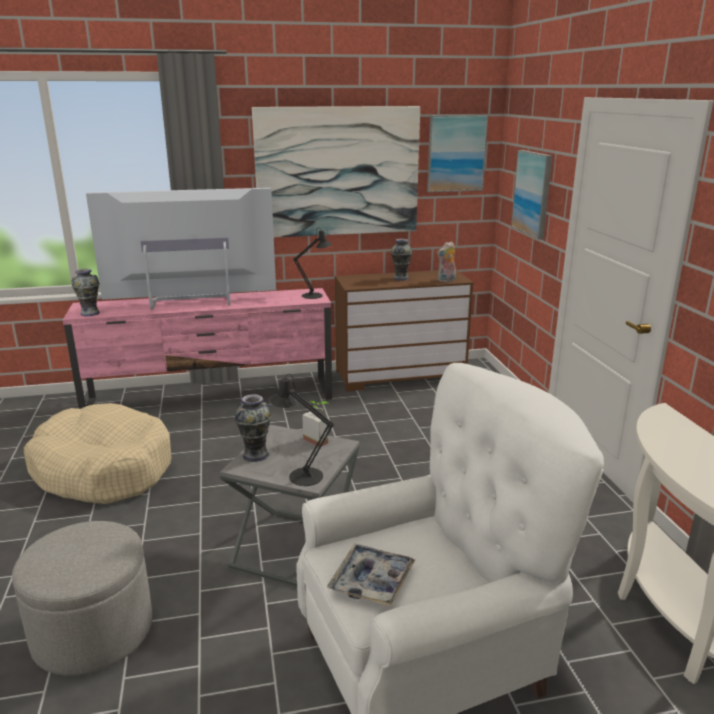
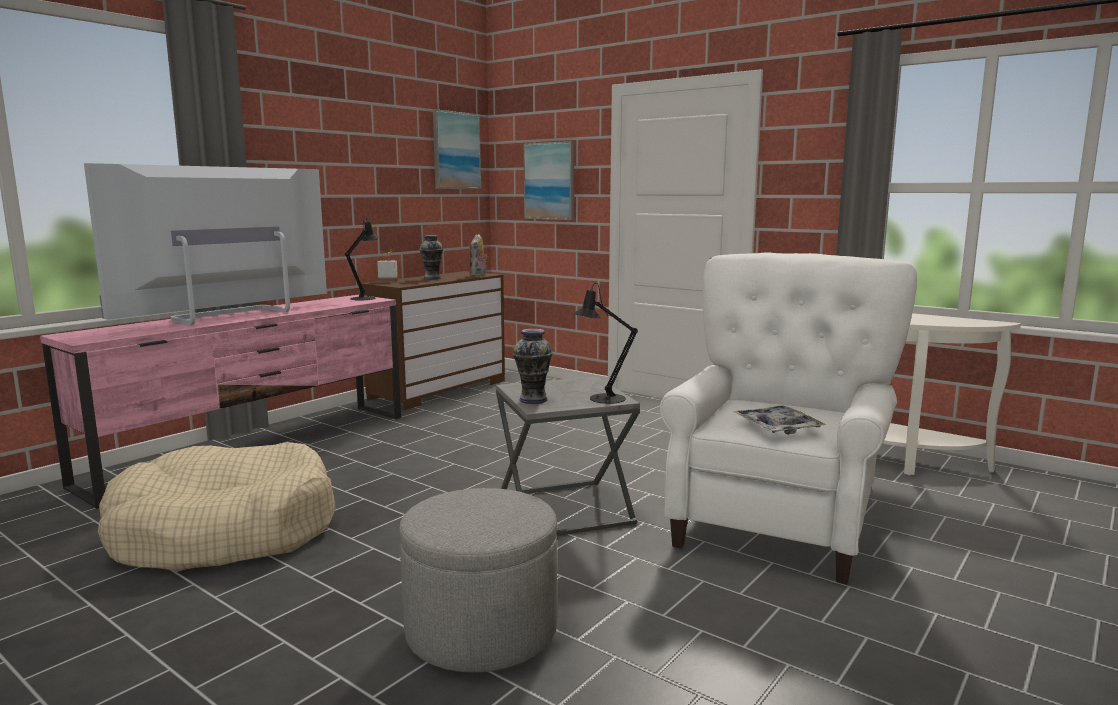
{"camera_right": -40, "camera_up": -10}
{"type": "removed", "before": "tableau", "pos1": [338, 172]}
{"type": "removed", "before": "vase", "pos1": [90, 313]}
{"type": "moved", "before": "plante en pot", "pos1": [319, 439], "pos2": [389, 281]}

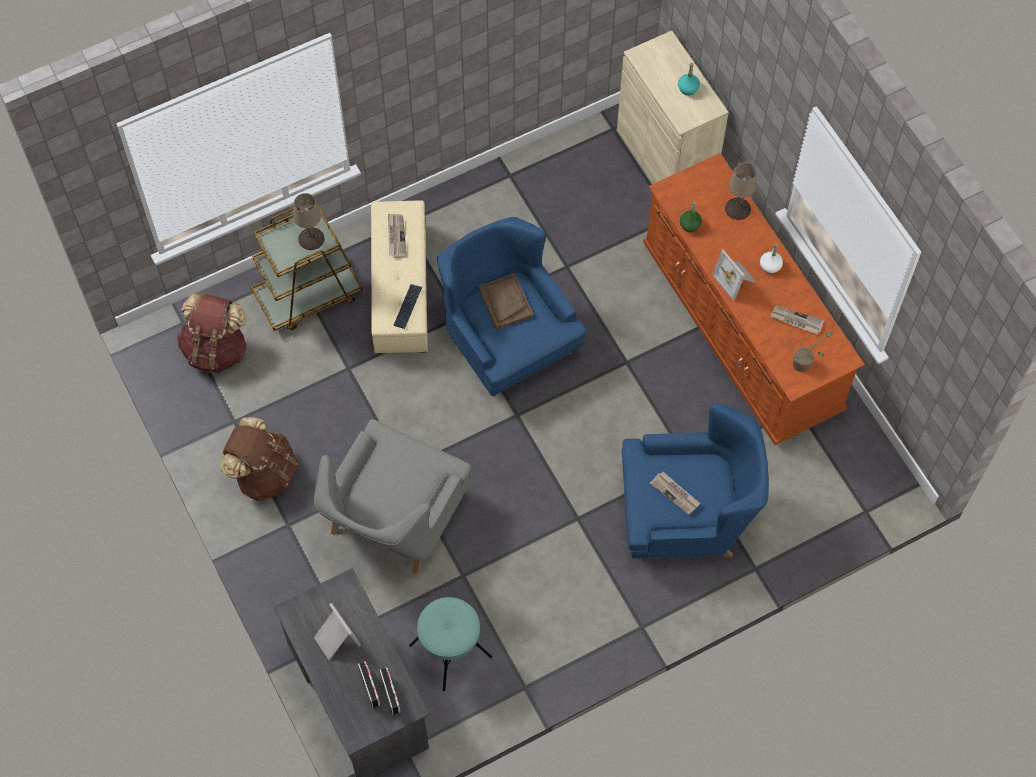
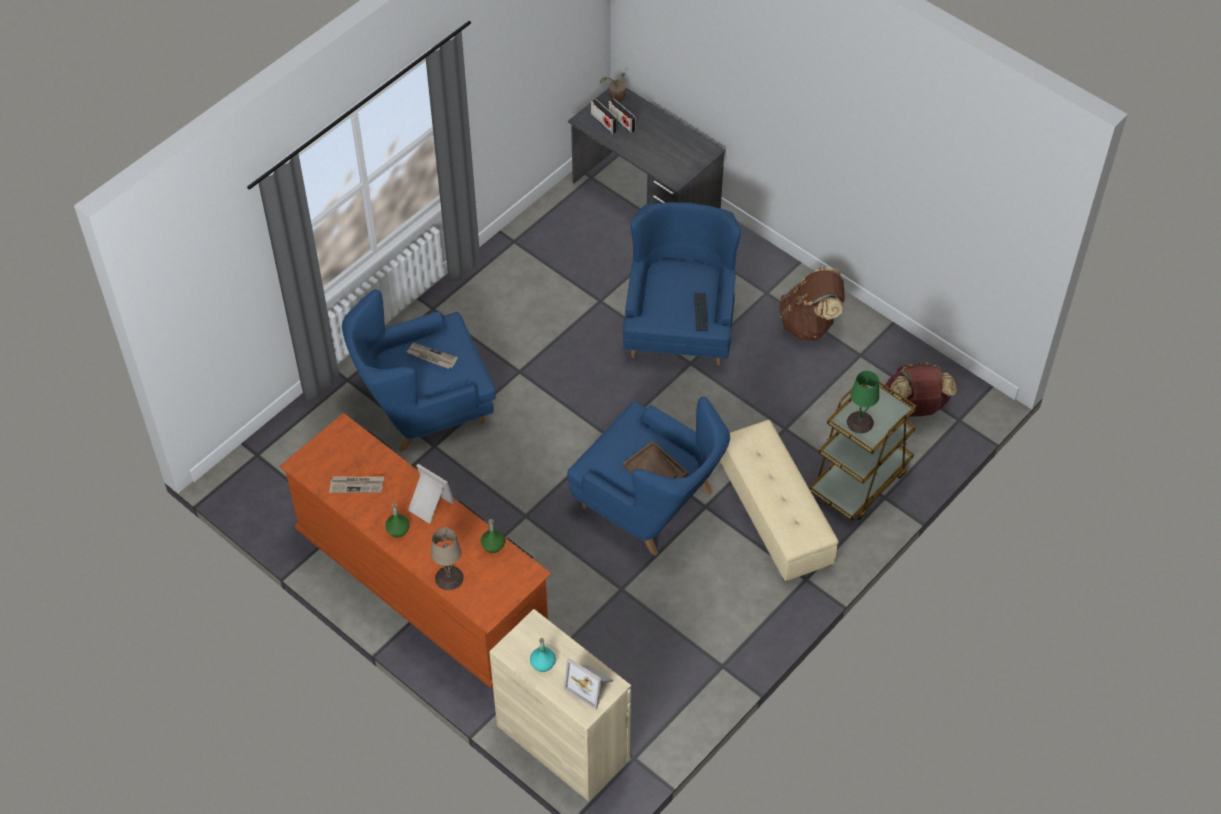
{"camera_right": 160, "camera_up": -10}
{"type": "recoloured", "before": "lampe de table (beige)", "after": "lampe de table (vert)", "pos1": [311, 238], "pos2": [860, 422]}
{"type": "removed", "before": "journal", "pos1": [396, 236]}
{"type": "recoloured", "before": "bouteille (blanc)", "after": "bouteille (vert)", "pos1": [770, 266], "pos2": [398, 529]}
{"type": "moved", "before": "clavier", "pos1": [408, 306], "pos2": [700, 312]}
{"type": "moved", "before": "plante en pot", "pos1": [804, 363], "pos2": [615, 97]}
{"type": "recoloured", "before": "fauteuil (gris)", "after": "fauteuil (bleu)", "pos1": [393, 518], "pos2": [680, 324]}
{"type": "removed", "before": "tabouret (turquoise)", "pos1": [450, 651]}
{"type": "moved", "before": "cadre photo", "pos1": [335, 639], "pos2": [591, 685]}

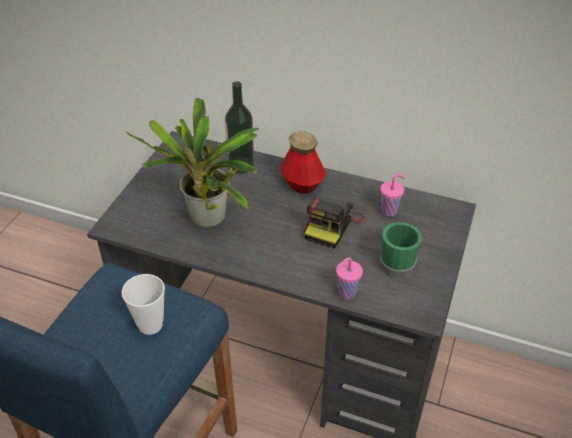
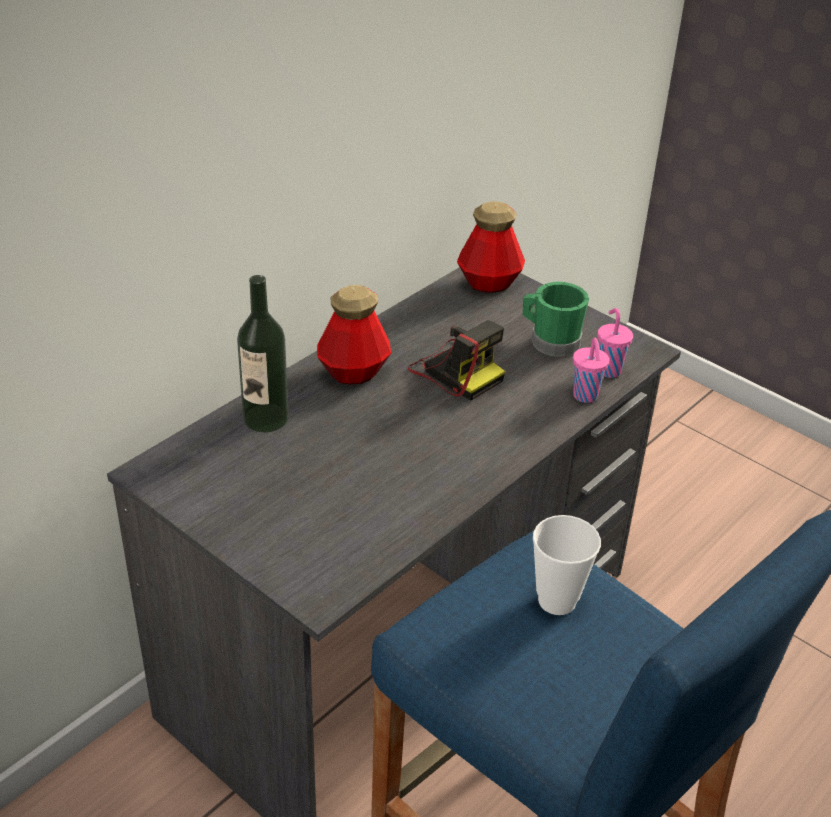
{"camera_right": -70, "camera_up": -5}
{"type": "removed", "before": "plante en pot", "pos1": [208, 222]}
{"type": "moved", "before": "tasse (rose)", "pos1": [390, 211], "pos2": [608, 370]}
{"type": "added", "after": "bouteille", "pos2": [489, 283]}

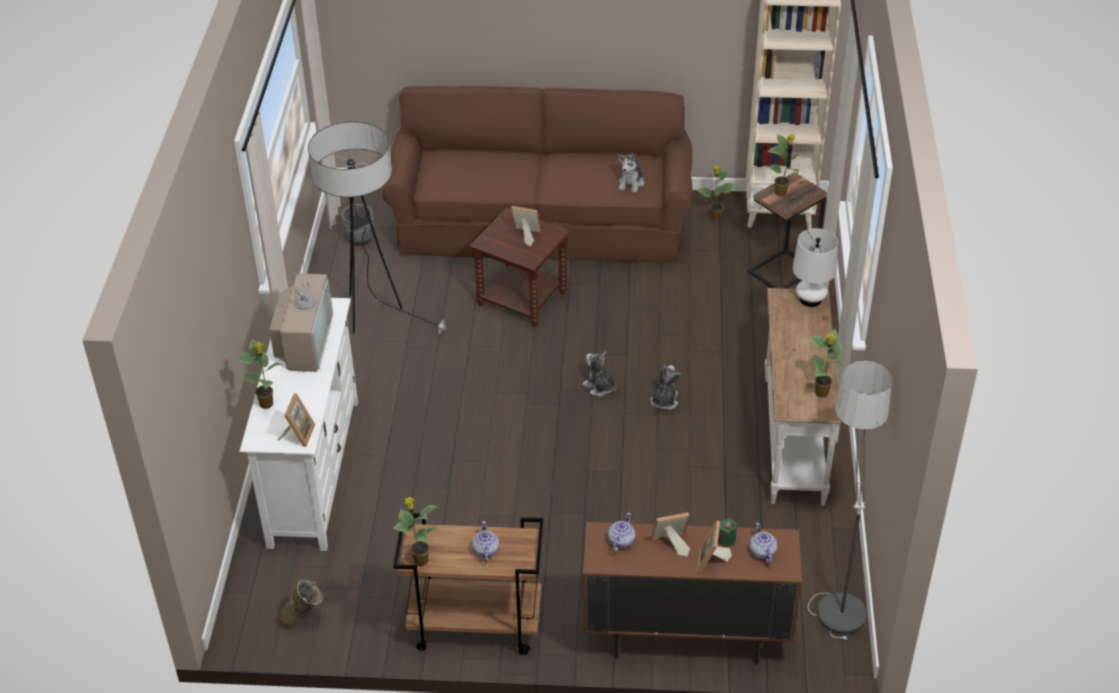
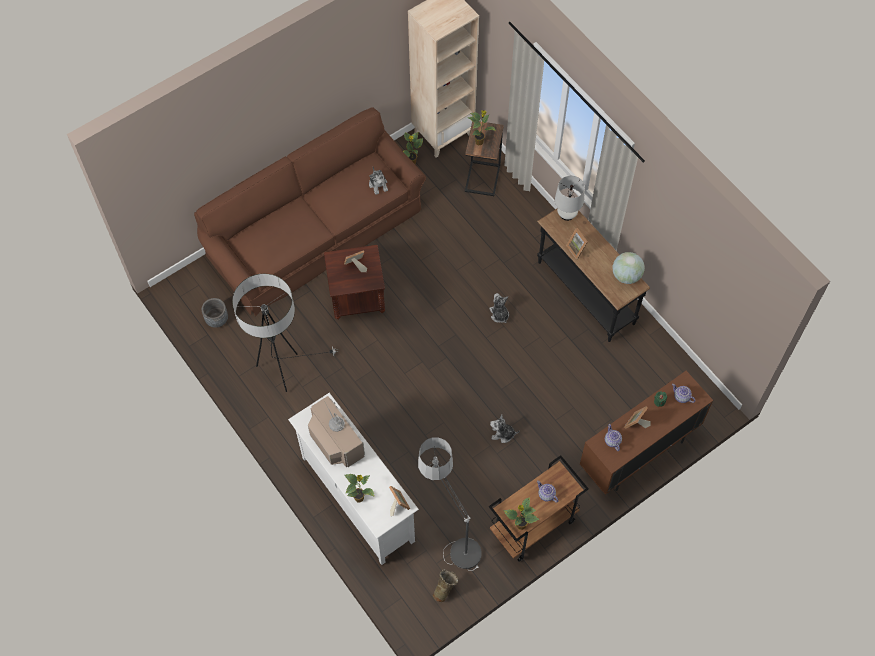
{"camera_right": -40, "camera_up": 20}
{"type": "recoloured", "before": "table console (blanc)", "after": "table console (noir)", "pos1": [791, 440], "pos2": [585, 293]}
{"type": "replaced", "before": "plante en pot", "after": "globe", "pos1": [822, 393], "pos2": [626, 275]}
{"type": "moved", "before": "peluche", "pos1": [599, 387], "pos2": [502, 434]}
{"type": "moved", "before": "lampadaire", "pos1": [838, 585], "pos2": [450, 534]}
{"type": "moved", "before": "cadre photo", "pos1": [711, 562], "pos2": [578, 249]}

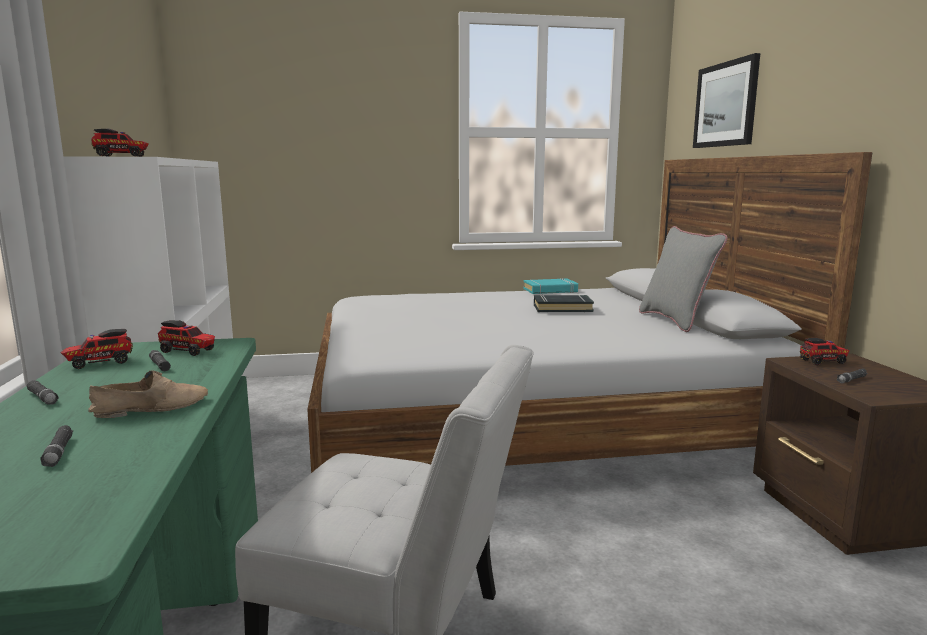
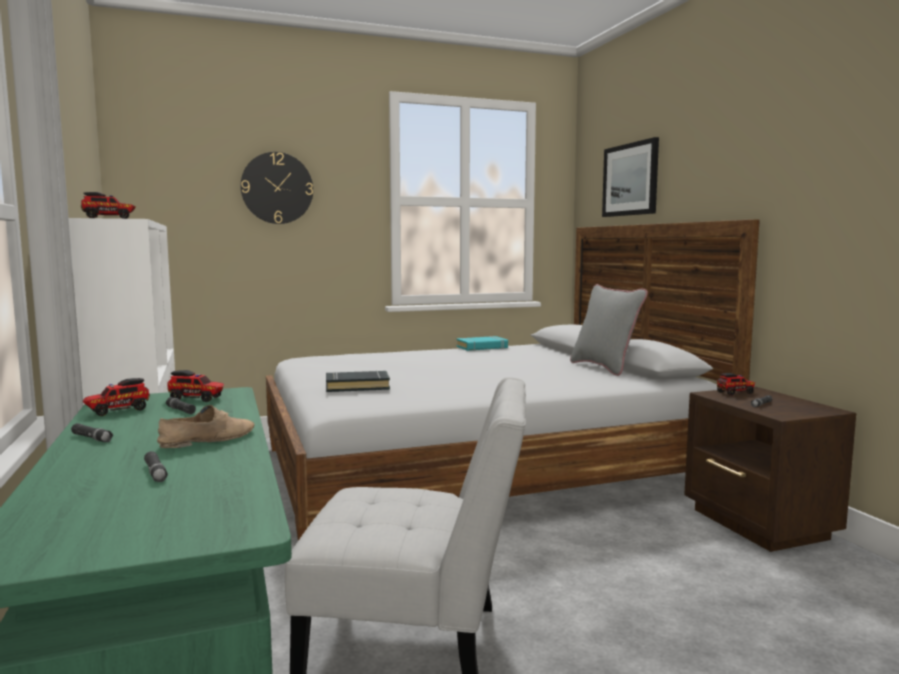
{"camera_right": -10, "camera_up": -5}
{"type": "moved", "before": "livre (noir)", "pos1": [562, 308], "pos2": [357, 386]}
{"type": "added", "after": "horloge murale", "pos2": [277, 188]}

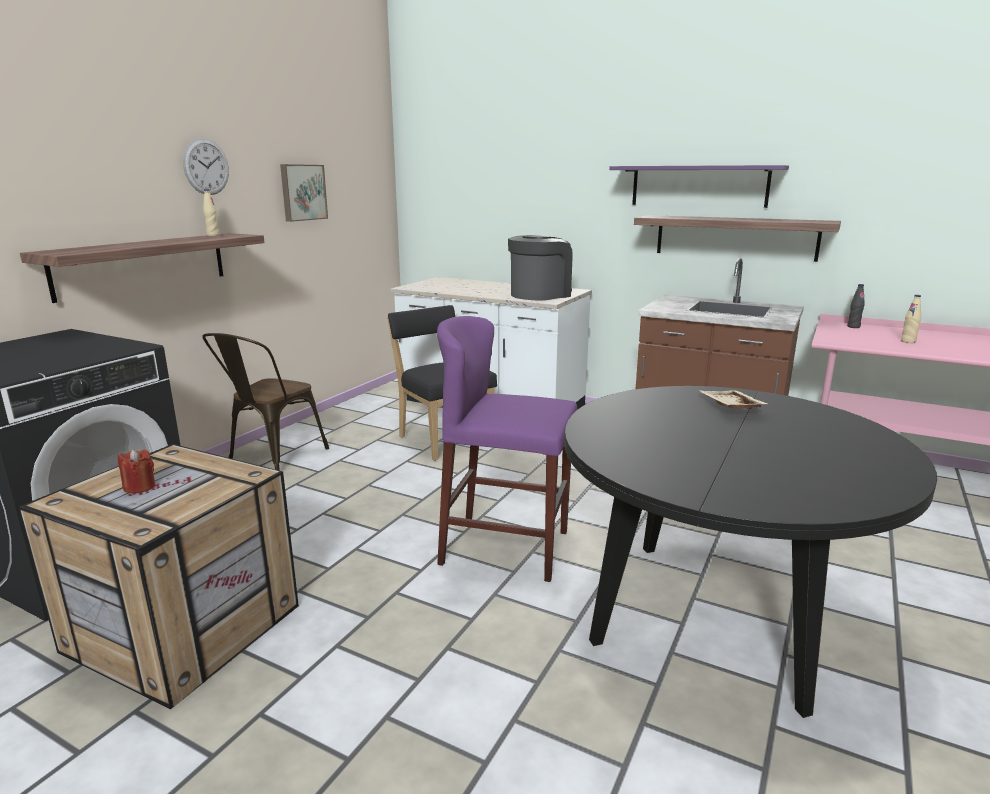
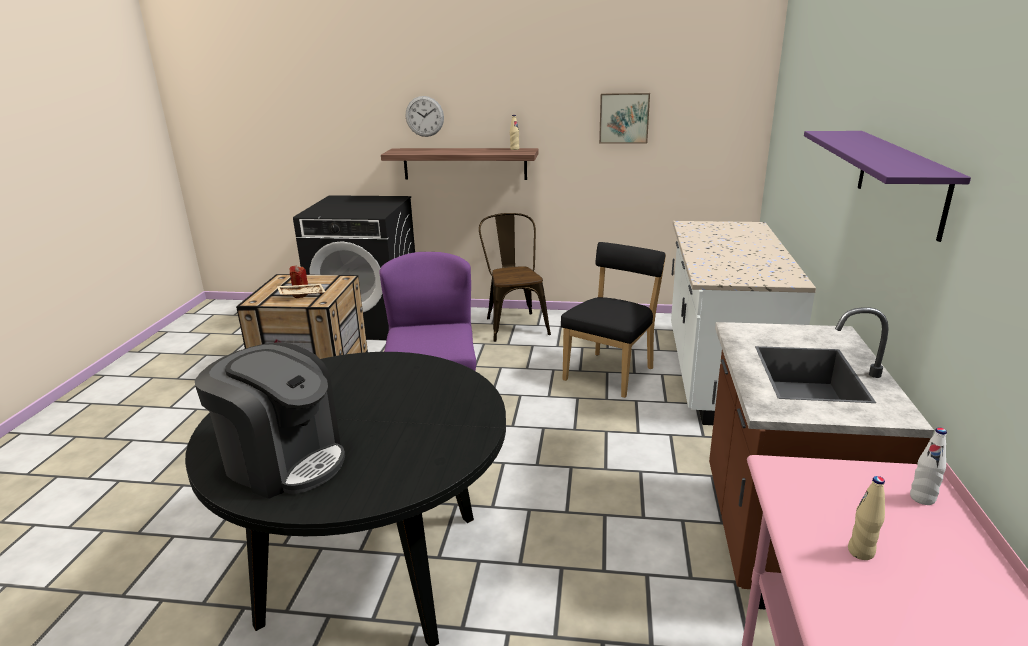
{"camera_right": 70, "camera_up": 5}
{"type": "moved", "before": "horloge murale", "pos1": [206, 167], "pos2": [424, 116]}
{"type": "removed", "before": "étagère", "pos1": [735, 237]}
{"type": "moved", "before": "machine à café", "pos1": [540, 295], "pos2": [284, 461]}
{"type": "recoloured", "before": "bouteille (noir)", "after": "bouteille (blanc)", "pos1": [853, 327], "pos2": [922, 498]}
{"type": "turned", "before": "chaise (marron)", "pos1": [272, 459], "pos2": [514, 324], "turn": 75}
{"type": "moved", "before": "plateau (beige)", "pos1": [729, 407], "pos2": [302, 295]}

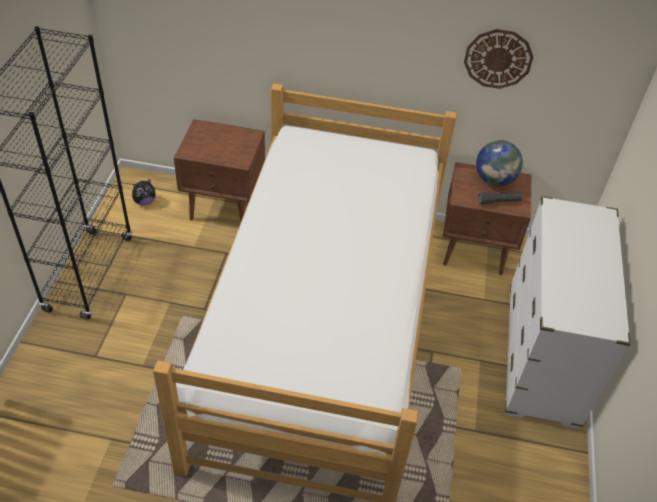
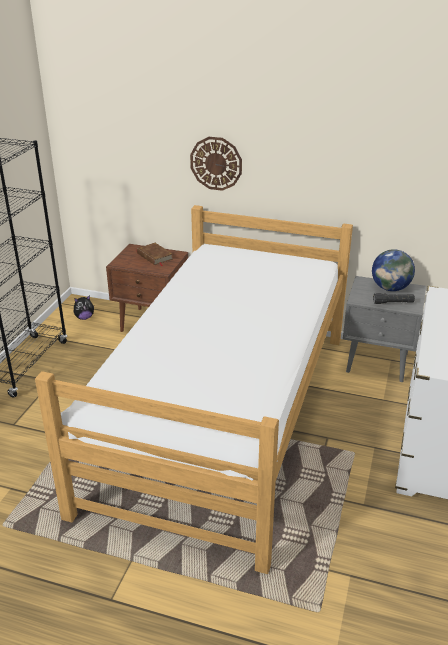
{"camera_right": 10, "camera_up": -15}
{"type": "moved", "before": "horloge murale", "pos1": [498, 58], "pos2": [216, 163]}
{"type": "recoloured", "before": "table de chevet (marron)", "after": "table de chevet (gris)", "pos1": [475, 251], "pos2": [378, 363]}
{"type": "added", "after": "livre (marron)", "pos2": [154, 256]}

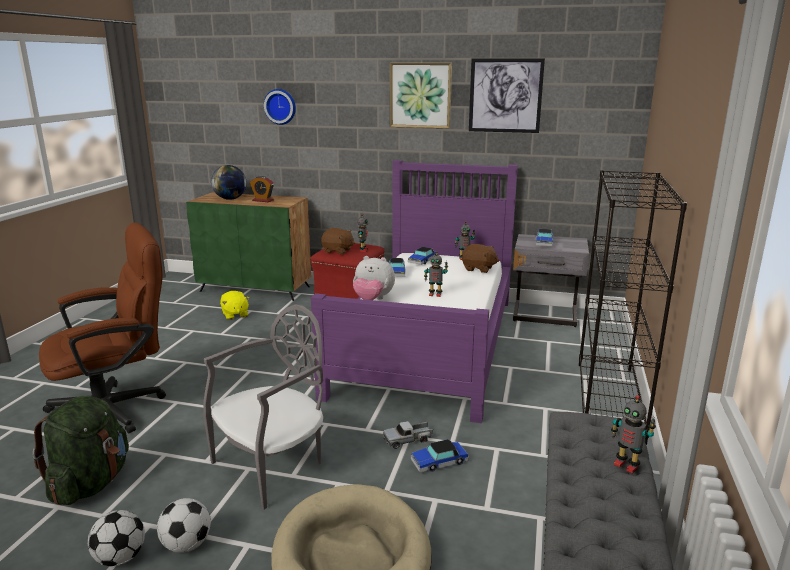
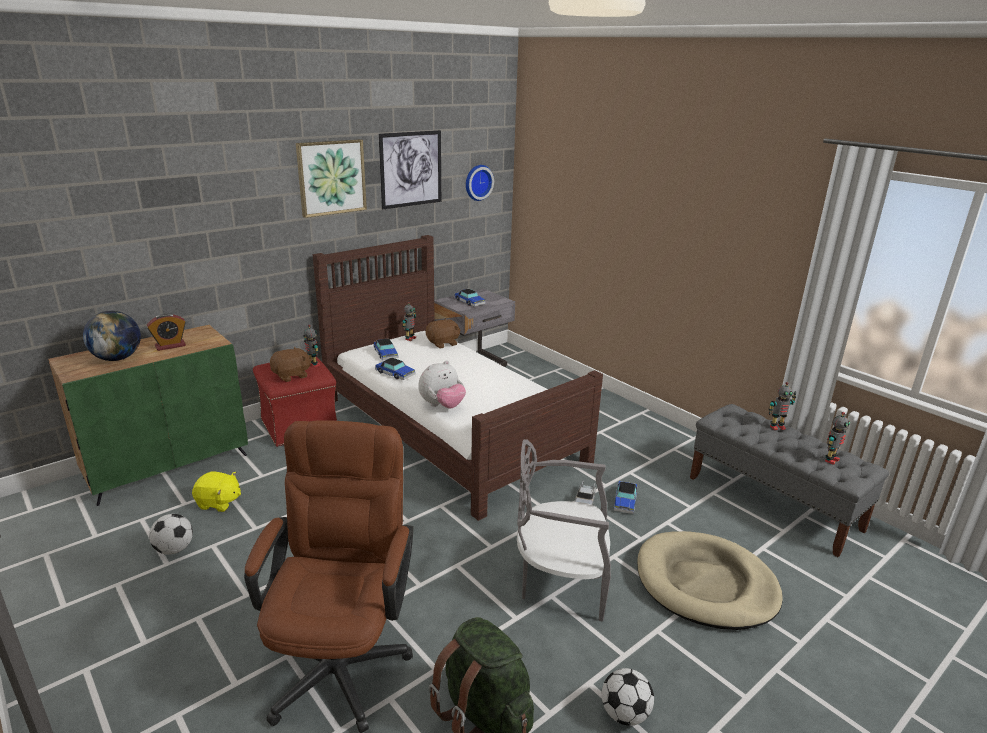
{"camera_right": -55, "camera_up": 5}
{"type": "moved", "before": "horloge murale", "pos1": [280, 106], "pos2": [477, 182]}
{"type": "recoloured", "before": "lit (violet)", "after": "lit (marron)", "pos1": [428, 343], "pos2": [449, 428]}
{"type": "removed", "before": "bibliothèque (noir)", "pos1": [609, 400]}
{"type": "moved", "before": "robot jouet", "pos1": [435, 294], "pos2": [830, 460]}
{"type": "turned", "before": "chaise (gris)", "pos1": [273, 466], "pos2": [560, 581], "turn": -75}
{"type": "moved", "before": "ballon de foot", "pos1": [186, 545], "pos2": [174, 549]}

